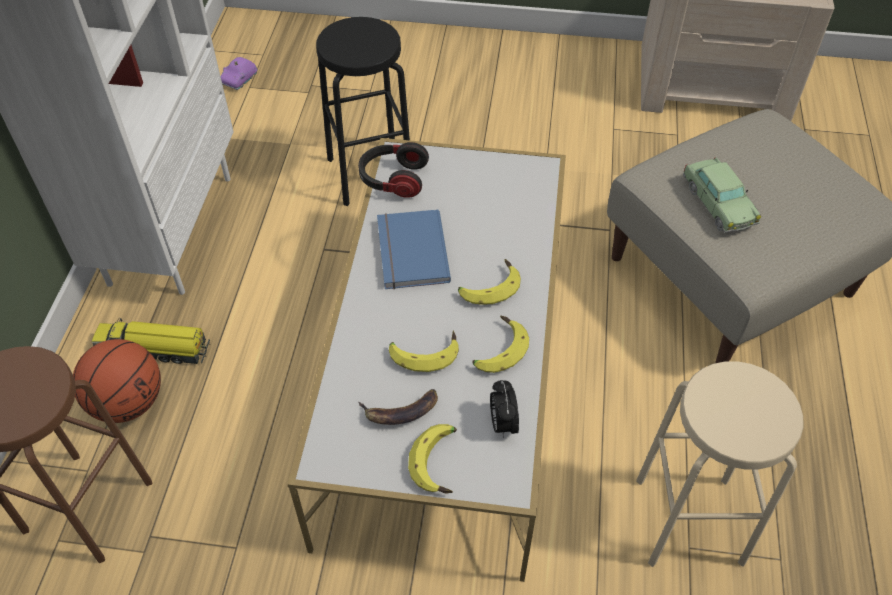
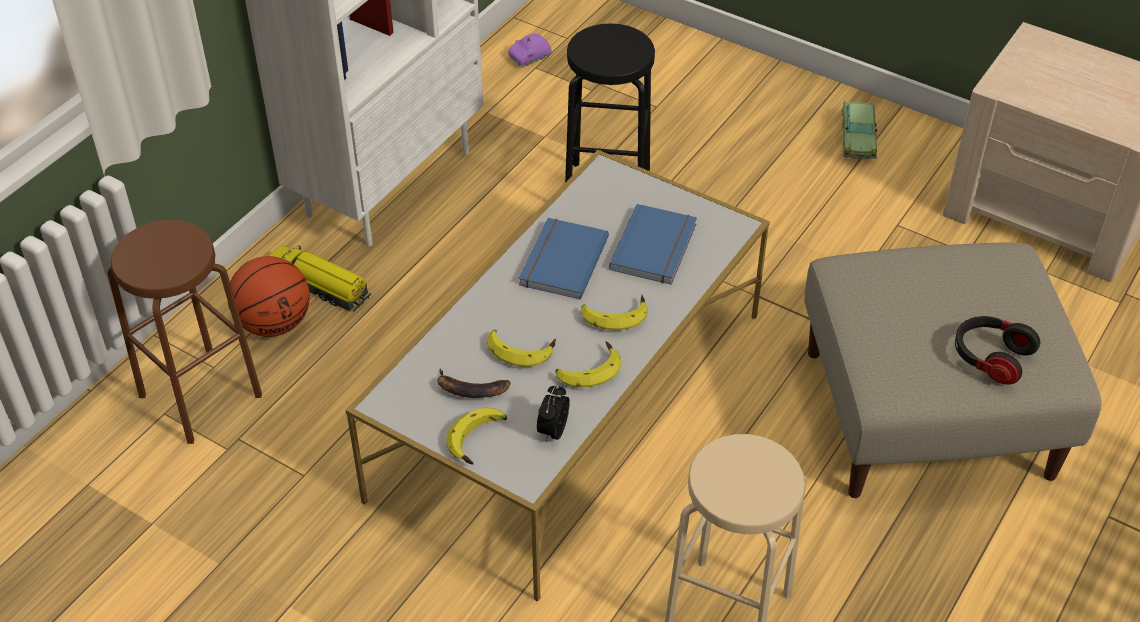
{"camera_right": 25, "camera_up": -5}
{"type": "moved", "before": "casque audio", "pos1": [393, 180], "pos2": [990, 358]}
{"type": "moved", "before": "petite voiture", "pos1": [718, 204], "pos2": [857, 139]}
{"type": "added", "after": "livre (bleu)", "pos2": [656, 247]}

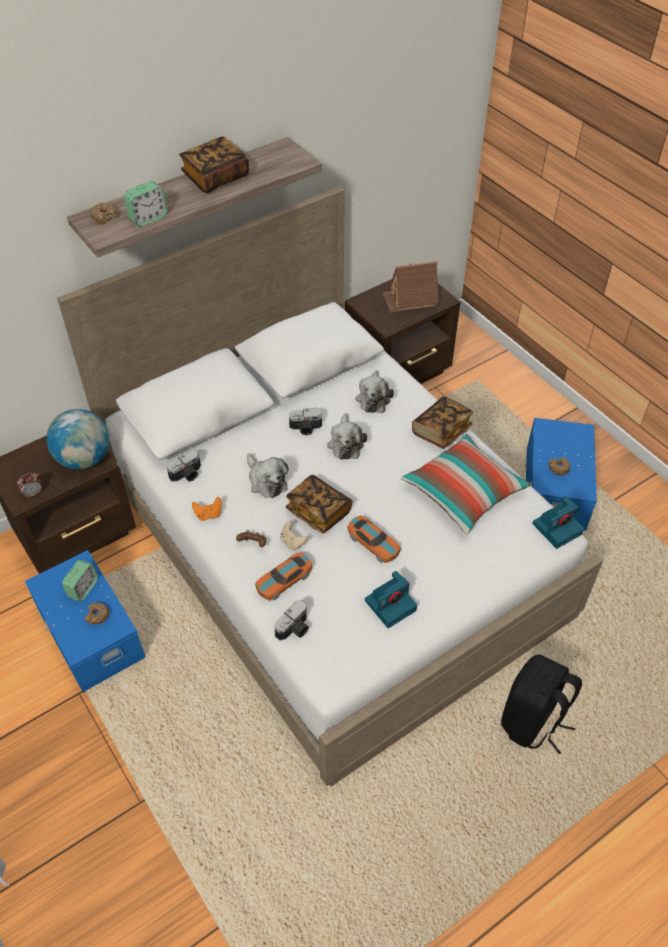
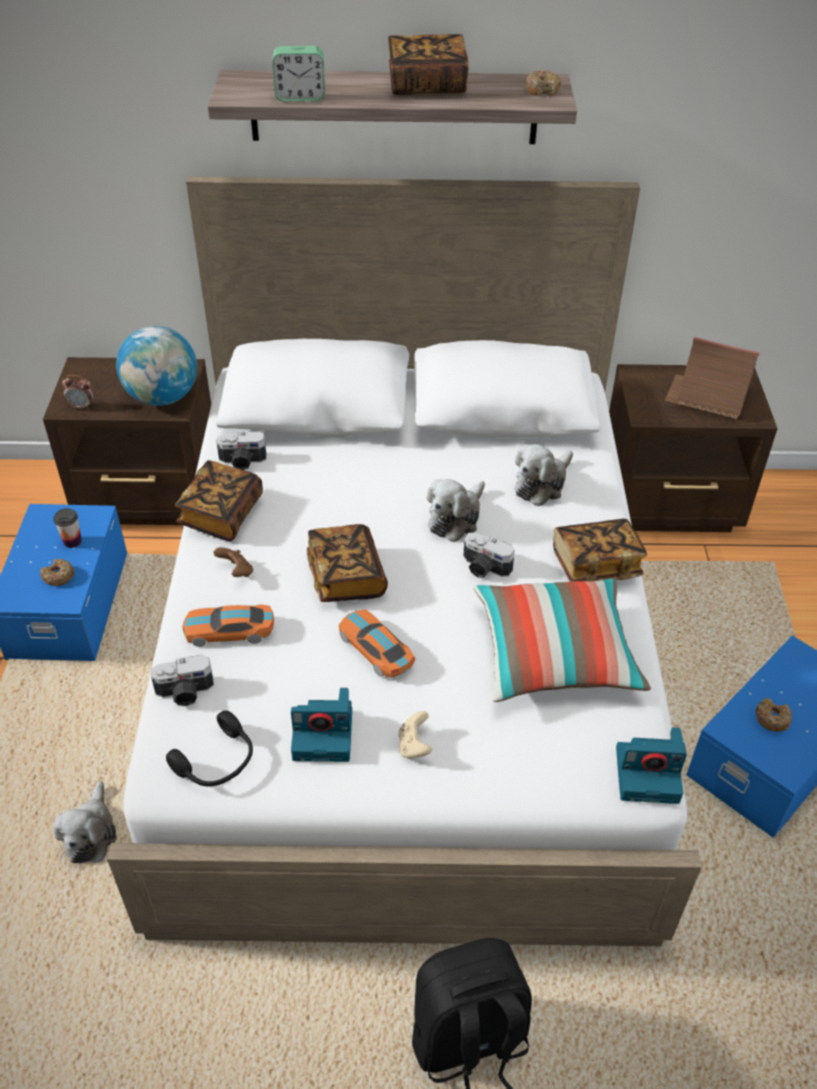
{"camera_right": 35, "camera_up": -5}
{"type": "moved", "before": "beignet", "pos1": [104, 217], "pos2": [542, 90]}
{"type": "moved", "before": "appareil photo", "pos1": [305, 428], "pos2": [484, 568]}
{"type": "moved", "before": "peluche", "pos1": [266, 481], "pos2": [91, 833]}
{"type": "replaced", "before": "manette (orange)", "after": "livre", "pos1": [208, 514], "pos2": [221, 514]}
{"type": "turned", "before": "petite voiture", "pos1": [373, 543], "pos2": [376, 649], "turn": 150}
{"type": "moved", "before": "manette (beige)", "pos1": [292, 542], "pos2": [414, 746]}
{"type": "replaced", "before": "réveil", "after": "tasse", "pos1": [83, 588], "pos2": [72, 541]}
{"type": "added", "after": "casque audio (noir)", "pos2": [217, 762]}

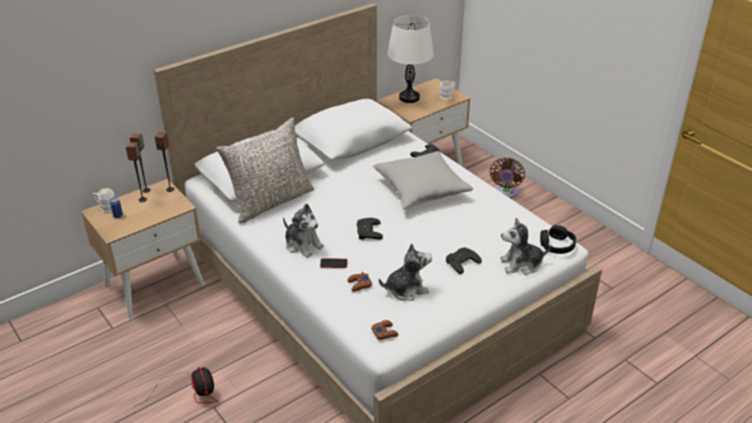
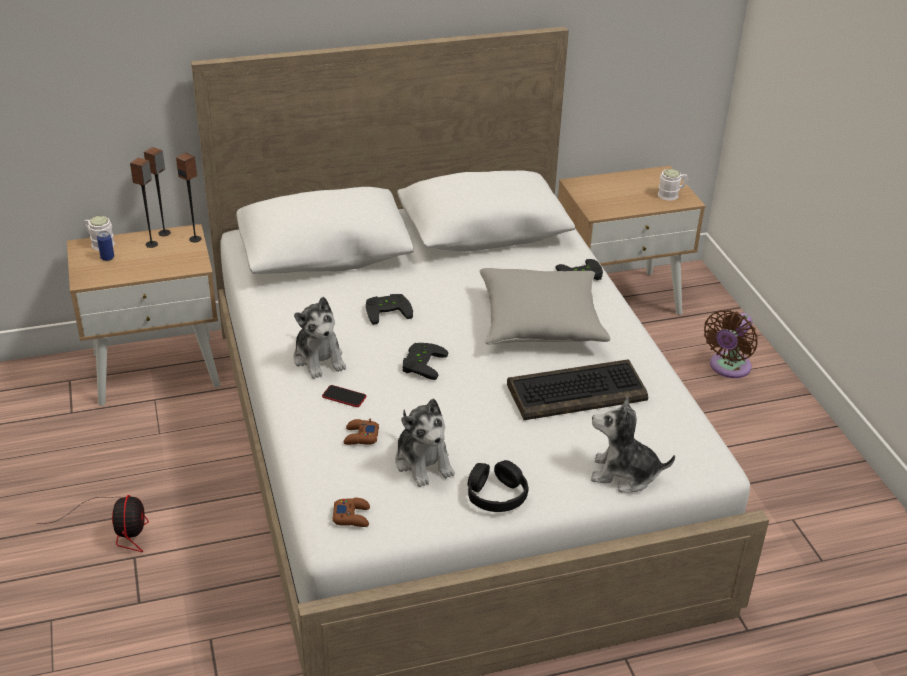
{"camera_right": 20, "camera_up": 0}
{"type": "removed", "before": "lampe de table (blanc)", "pos1": [409, 98]}
{"type": "removed", "before": "coussin (gris)", "pos1": [270, 201]}
{"type": "moved", "before": "casque audio (noir)", "pos1": [556, 245], "pos2": [496, 495]}
{"type": "turned", "before": "peluche", "pos1": [406, 289], "pos2": [423, 462], "turn": 60}
{"type": "moved", "before": "manette (noir)", "pos1": [461, 261], "pos2": [387, 310]}
{"type": "added", "after": "clavier", "pos2": [577, 392]}

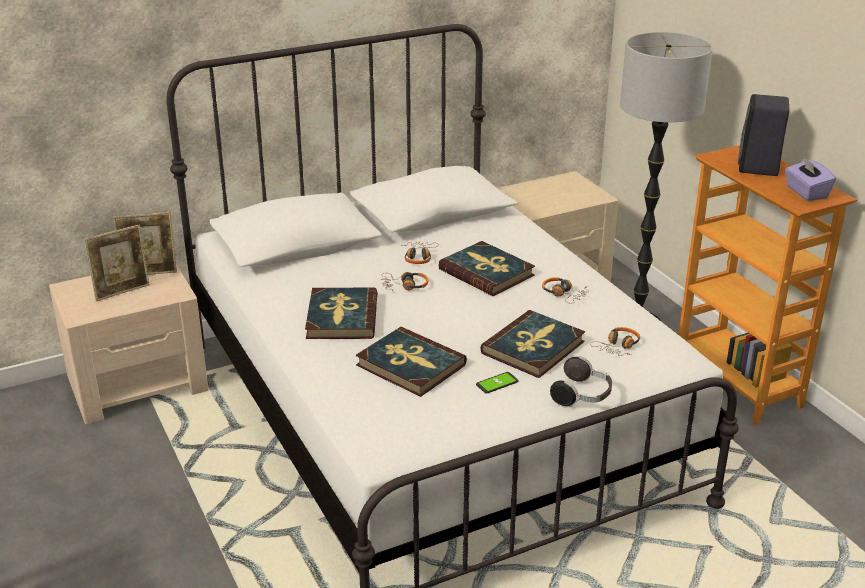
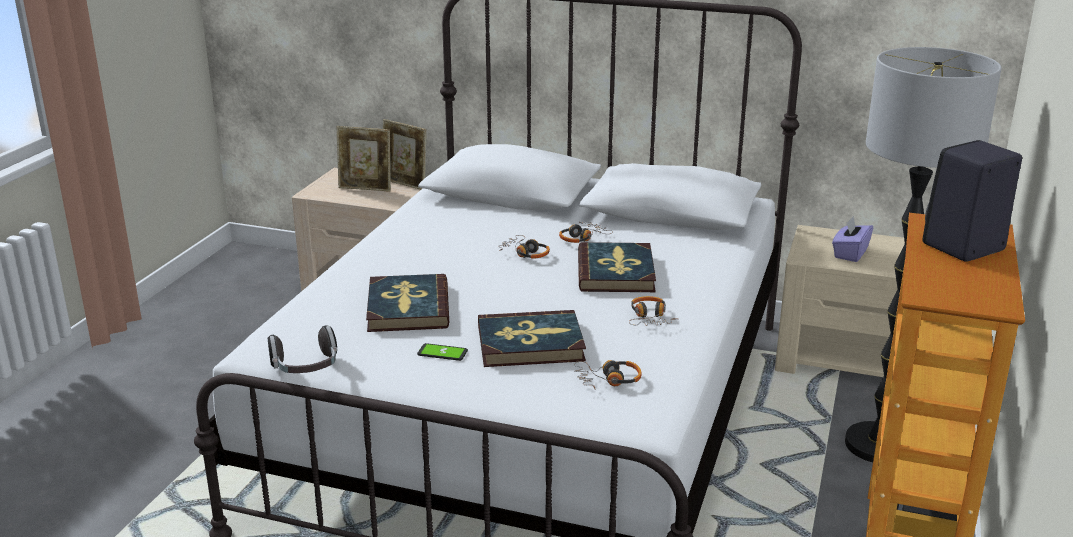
{"camera_right": 45, "camera_up": -5}
{"type": "moved", "before": "boîte à mouchoirs (violet)", "pos1": [806, 192], "pos2": [850, 253]}
{"type": "removed", "before": "livre", "pos1": [341, 317]}
{"type": "moved", "before": "casque audio", "pos1": [582, 396], "pos2": [306, 369]}

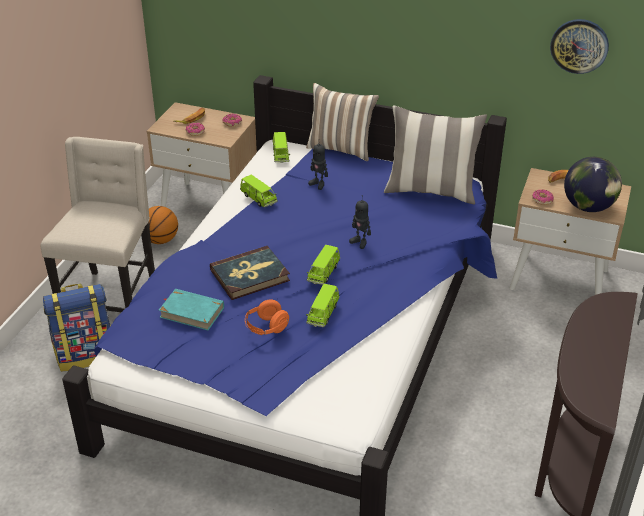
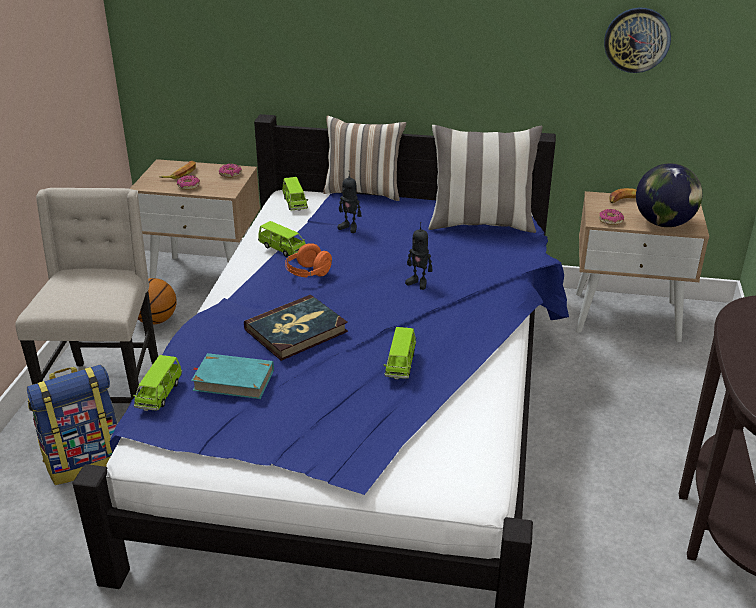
{"camera_right": -10, "camera_up": -5}
{"type": "moved", "before": "petite voiture (vert)", "pos1": [323, 273], "pos2": [159, 394]}
{"type": "moved", "before": "casque audio (orange)", "pos1": [266, 328], "pos2": [308, 274]}

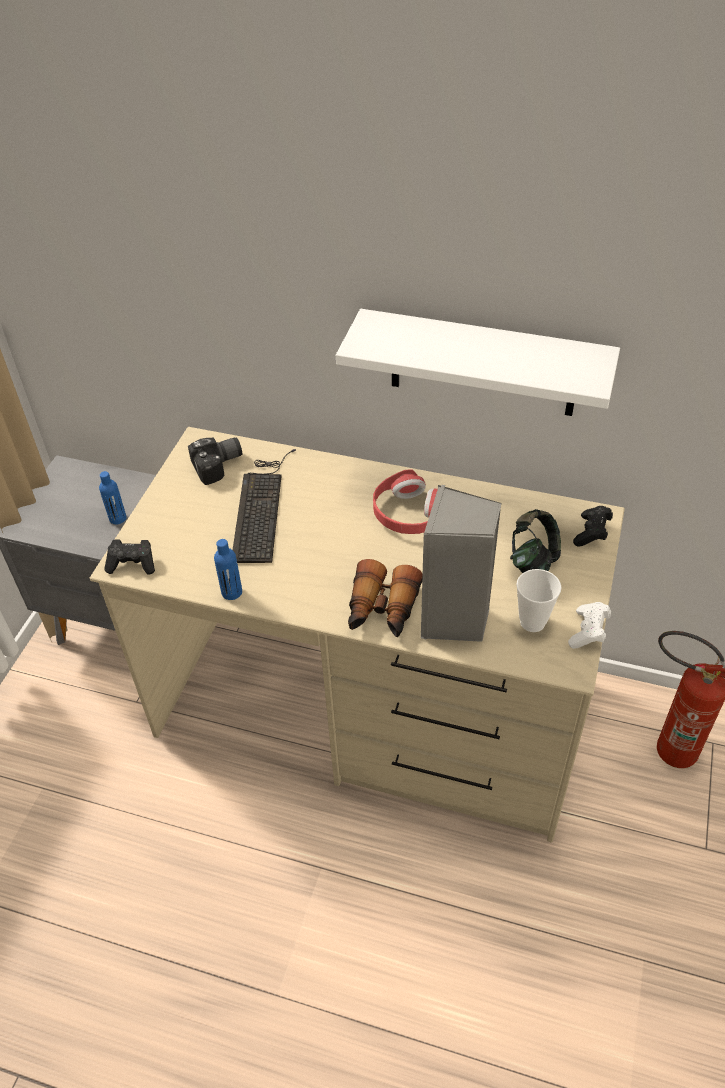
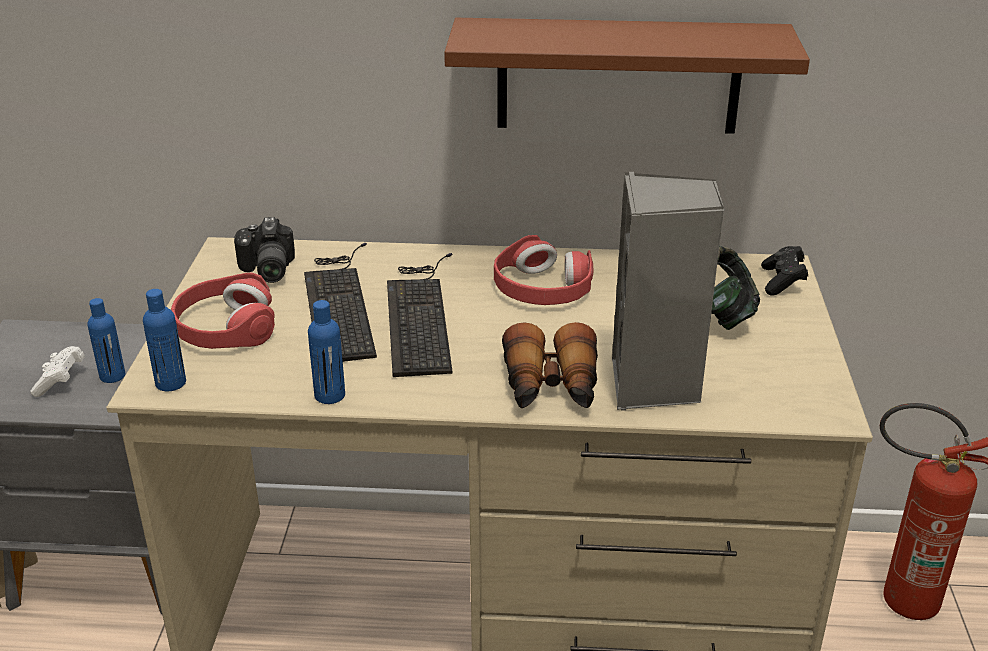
{"camera_right": -15, "camera_up": -15}
{"type": "recoloured", "before": "étagère (blanc)", "after": "étagère (marron)", "pos1": [483, 364], "pos2": [618, 76]}
{"type": "turned", "before": "appareil photo", "pos1": [219, 466], "pos2": [265, 270], "turn": 120}
{"type": "replaced", "before": "manette (noir)", "after": "bouteille (bleu)", "pos1": [133, 564], "pos2": [171, 383]}
{"type": "removed", "before": "tasse", "pos1": [532, 622]}
{"type": "moved", "before": "manette (blanc)", "pos1": [588, 632], "pos2": [61, 381]}
{"type": "added", "after": "clavier", "pos2": [420, 314]}
{"type": "added", "after": "casque audio (rouge)", "pos2": [225, 328]}

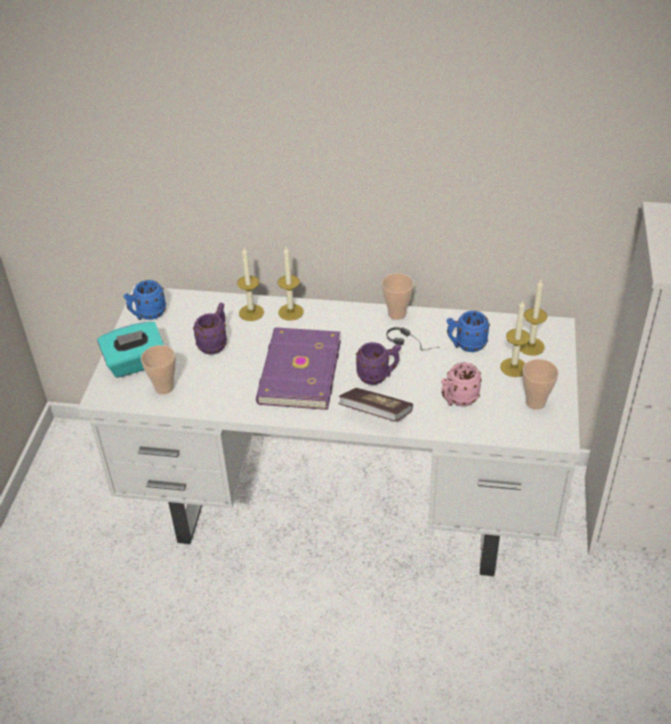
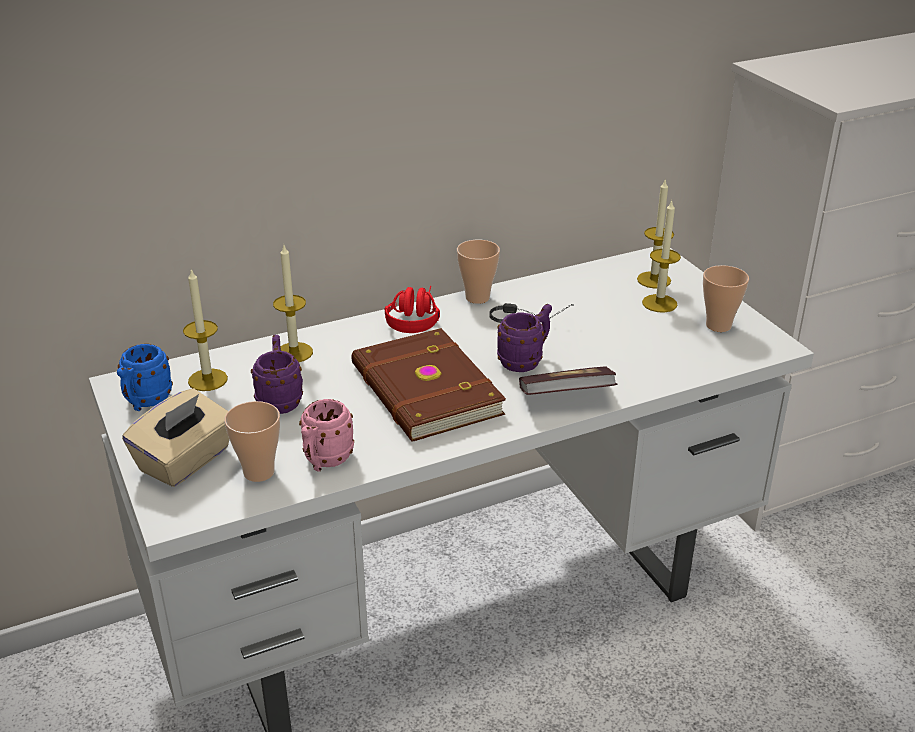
{"camera_right": -35, "camera_up": -10}
{"type": "moved", "before": "bougie", "pos1": [291, 312], "pos2": [207, 380]}
{"type": "removed", "before": "mug (bleu)", "pos1": [465, 345]}
{"type": "recoloured", "before": "boîte à mouchoirs (turquoise)", "after": "boîte à mouchoirs (beige)", "pos1": [135, 363], "pos2": [186, 461]}
{"type": "recoloured", "before": "livre (violet)", "after": "livre (marron)", "pos1": [297, 372], "pos2": [424, 391]}
{"type": "moved", "before": "mug (rose)", "pos1": [457, 400], "pos2": [325, 461]}
{"type": "added", "after": "casque audio (rouge)", "pos2": [414, 318]}

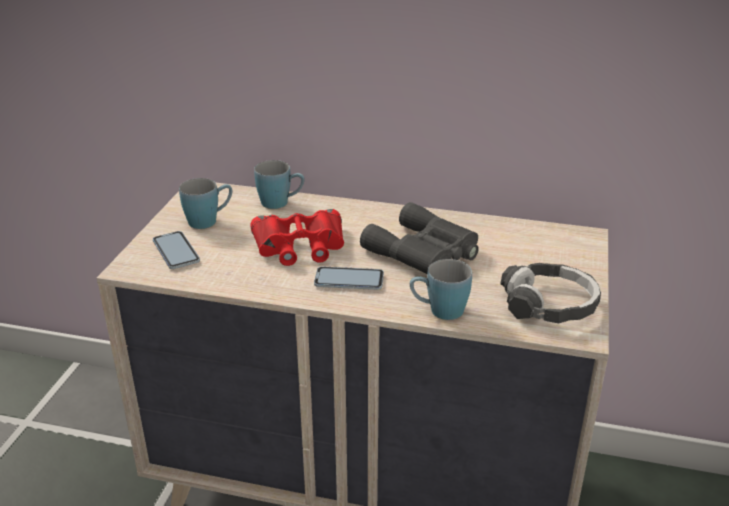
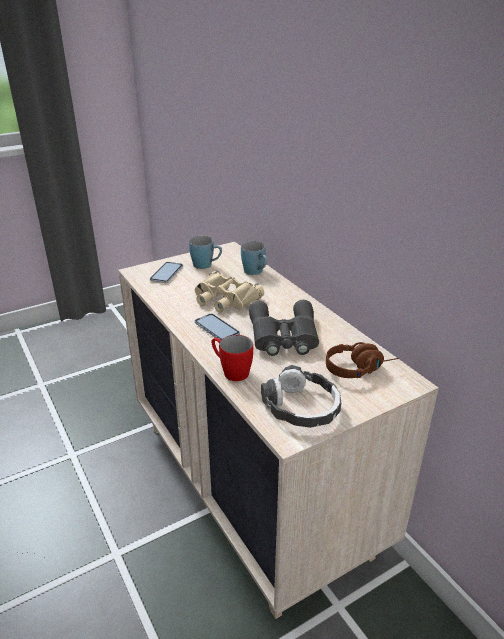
{"camera_right": 45, "camera_up": 0}
{"type": "recoloured", "before": "jumelles (rouge)", "after": "jumelles (beige)", "pos1": [300, 246], "pos2": [225, 299]}
{"type": "recoloured", "before": "mug (bleu)", "after": "mug (rouge)", "pos1": [438, 311], "pos2": [231, 371]}
{"type": "added", "after": "casque audio (marron)", "pos2": [359, 368]}

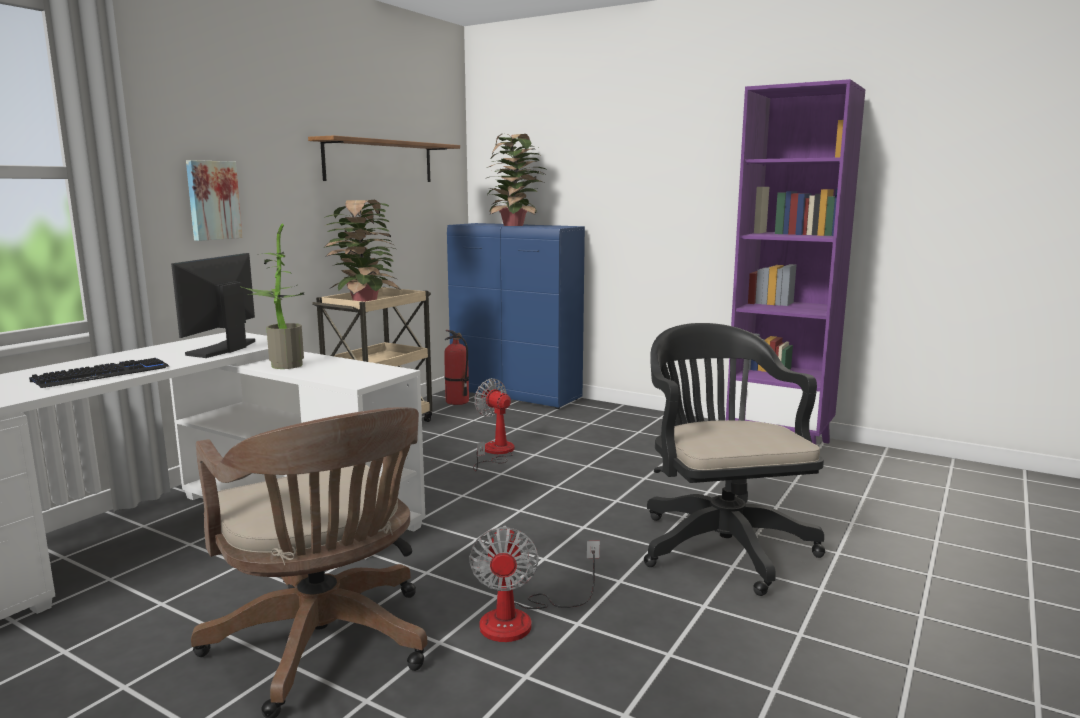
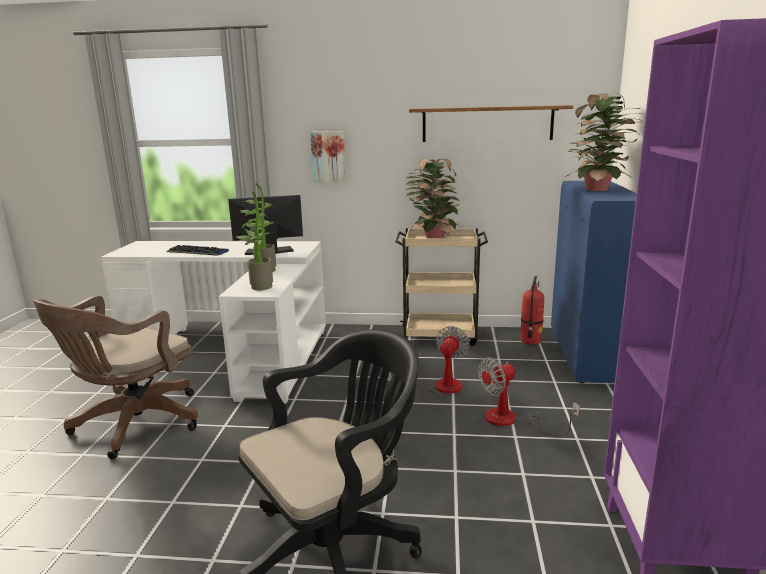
{"camera_right": 65, "camera_up": 5}
{"type": "moved", "before": "ventilateur", "pos1": [522, 619], "pos2": [512, 420]}
{"type": "added", "after": "plante en pot", "pos2": [258, 286]}

